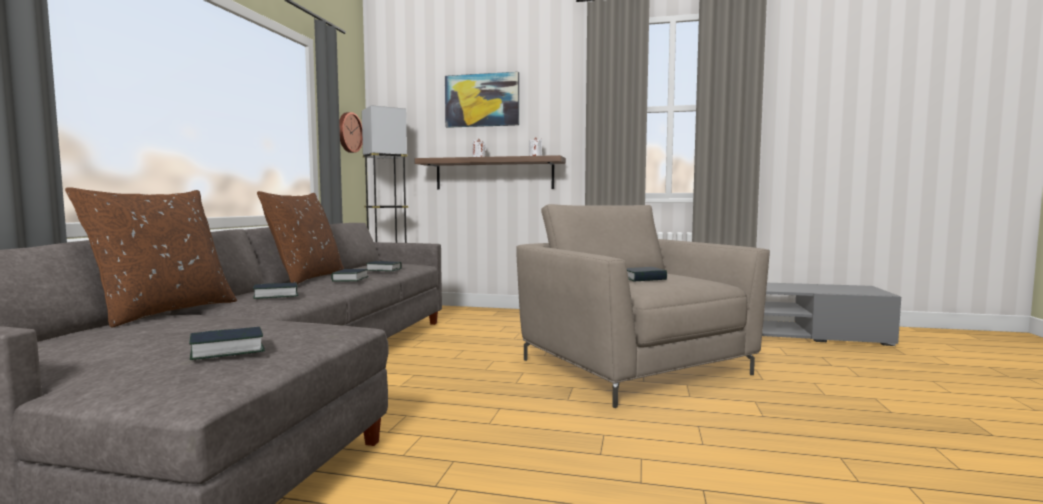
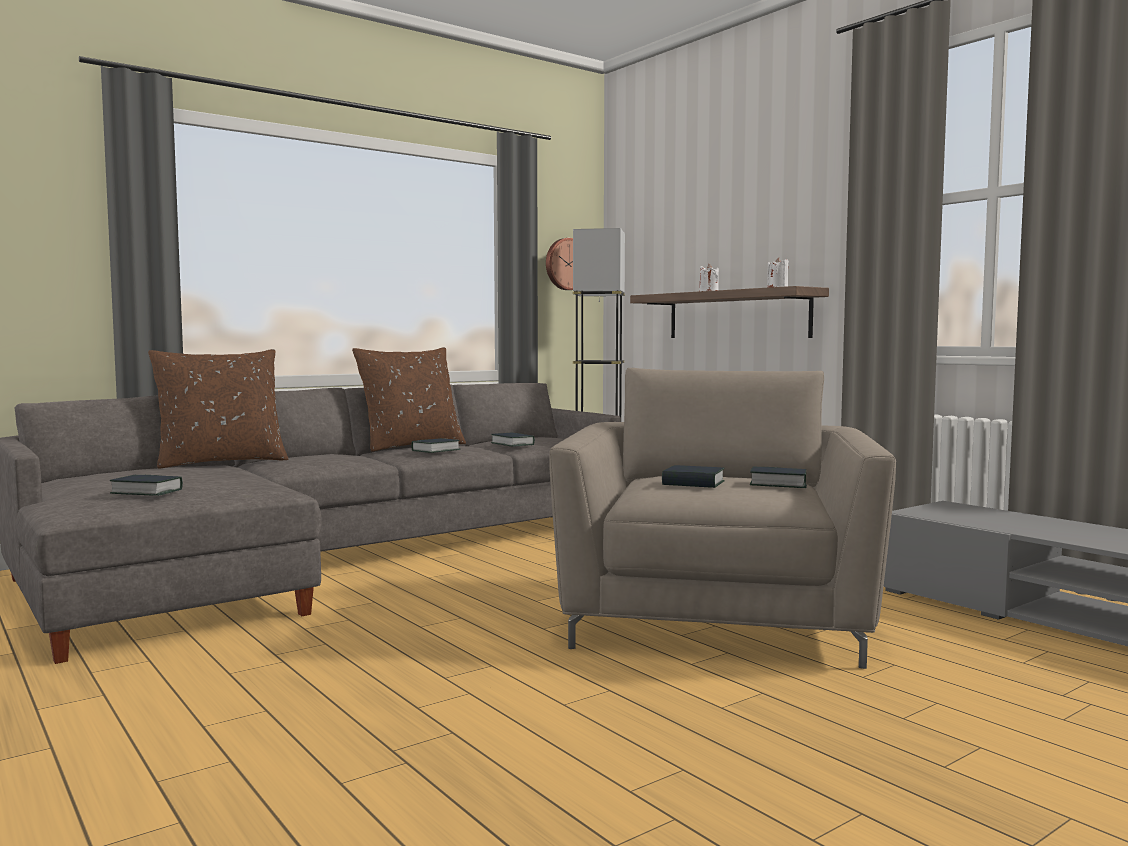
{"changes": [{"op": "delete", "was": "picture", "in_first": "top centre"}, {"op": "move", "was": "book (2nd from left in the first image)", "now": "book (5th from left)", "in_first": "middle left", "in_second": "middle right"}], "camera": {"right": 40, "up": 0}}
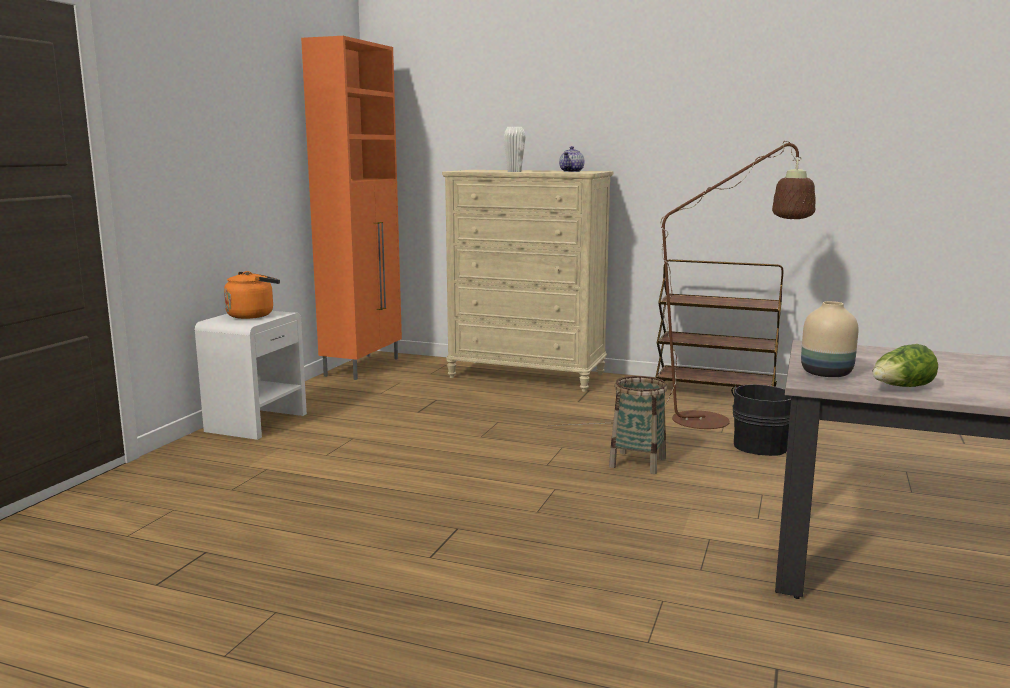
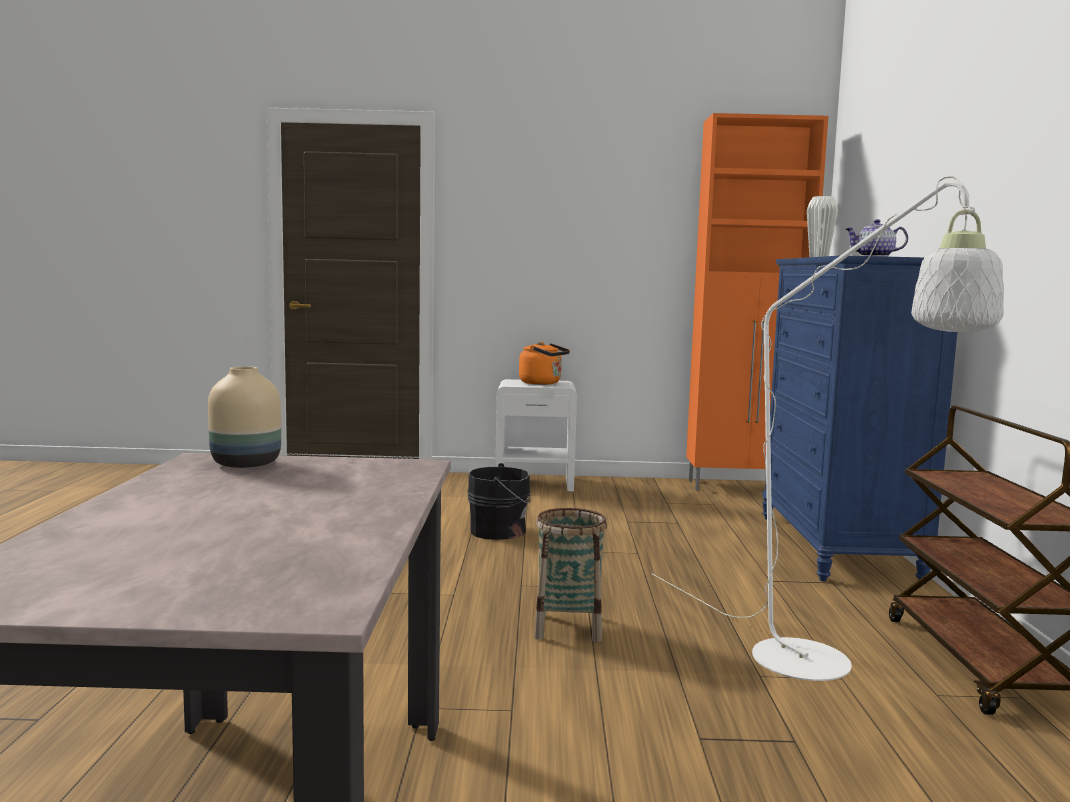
{"changes": [{"op": "delete", "was": "head of lettuce", "in_first": "middle right"}, {"op": "move", "was": "black bucket", "in_first": "middle right", "in_second": "centre"}, {"op": "recolor", "was": "beige-coloured dresser", "now": "blue-coloured dresser", "in_first": "centre", "in_second": "middle right"}, {"op": "recolor", "was": "brown-coloured standing lamp", "now": "white standing lamp", "in_first": "middle right", "in_second": "middle right"}], "camera": {"right": 70, "up": -5}}
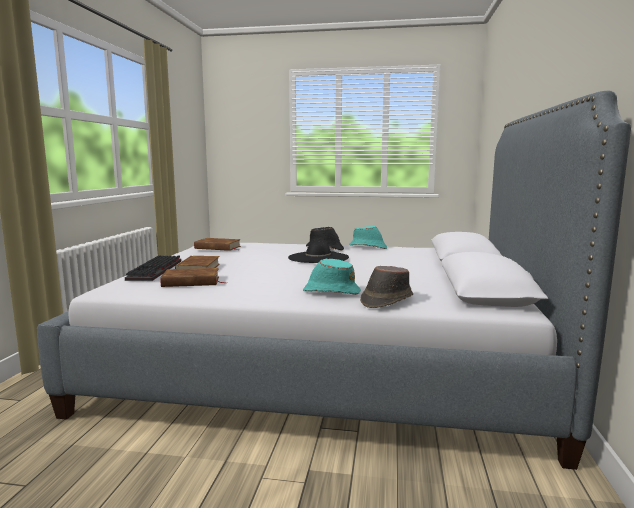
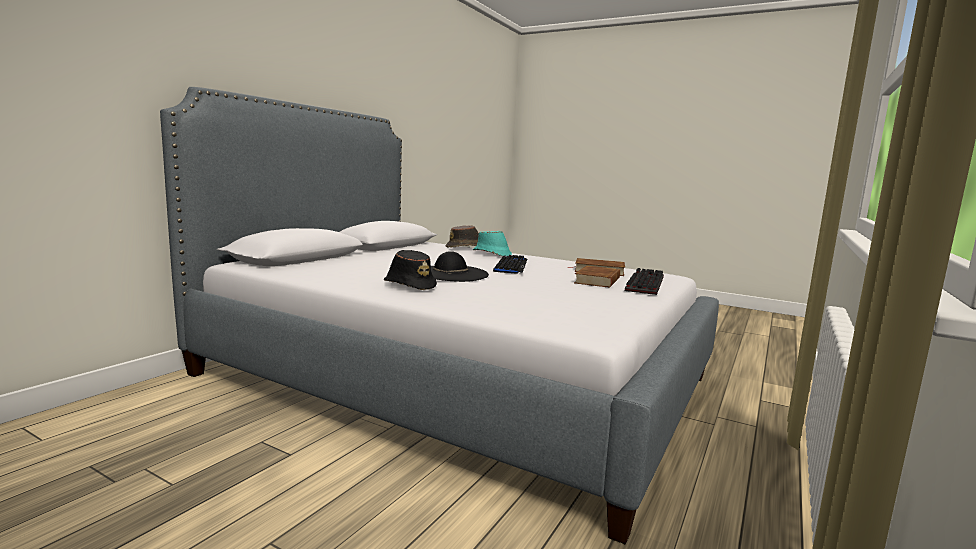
{"changes": [{"op": "delete", "was": "brown-coloured book (3rd from left)", "in_first": "centre"}, {"op": "delete", "was": "turquoise-coloured hat (2nd from left)", "in_first": "centre"}, {"op": "insert", "now": "computer keyboard (1st from left)", "in_second": "centre"}], "camera": {"right": -160, "up": 0}}
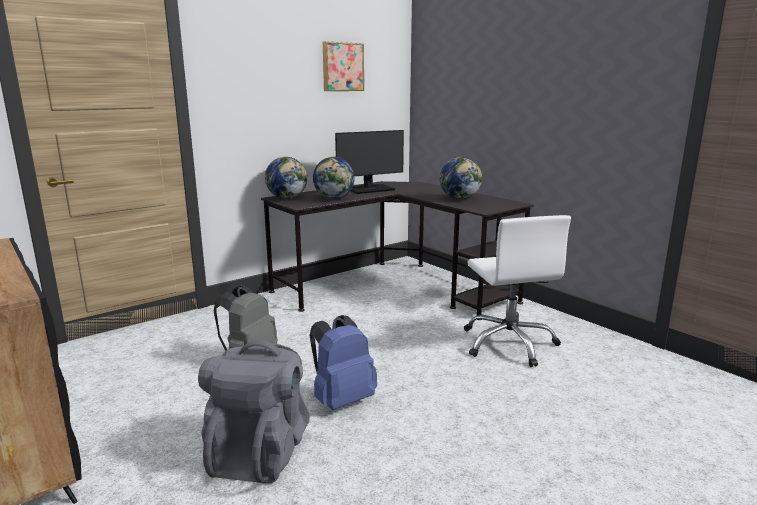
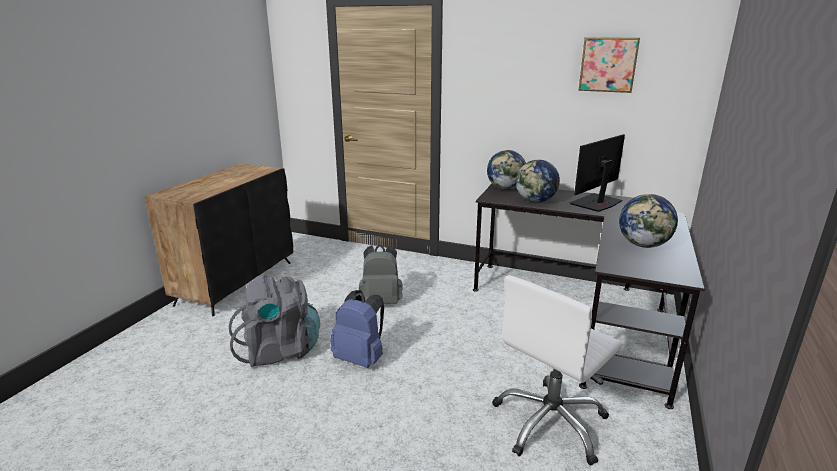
{"changes": [{"op": "rotate", "was": "computer screen", "in_first": "top centre", "in_second": "middle right", "clockwise": 105}], "camera": {"right": 60, "up": 5}}
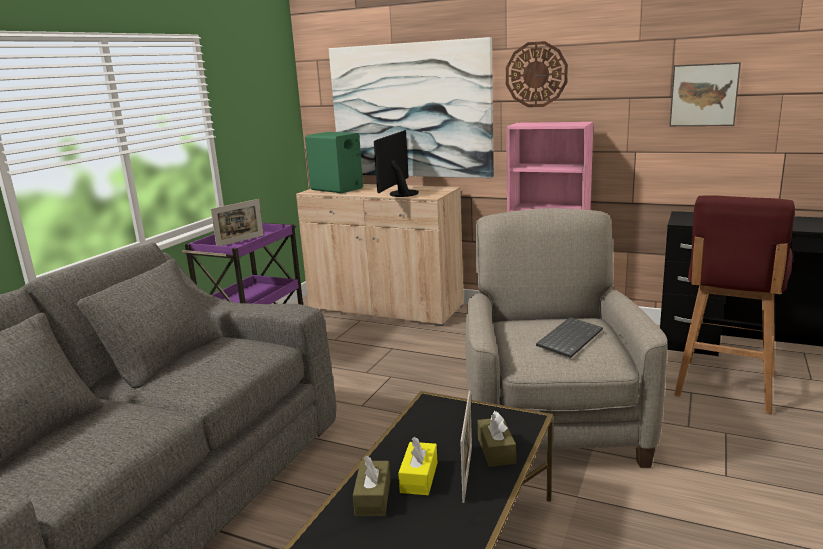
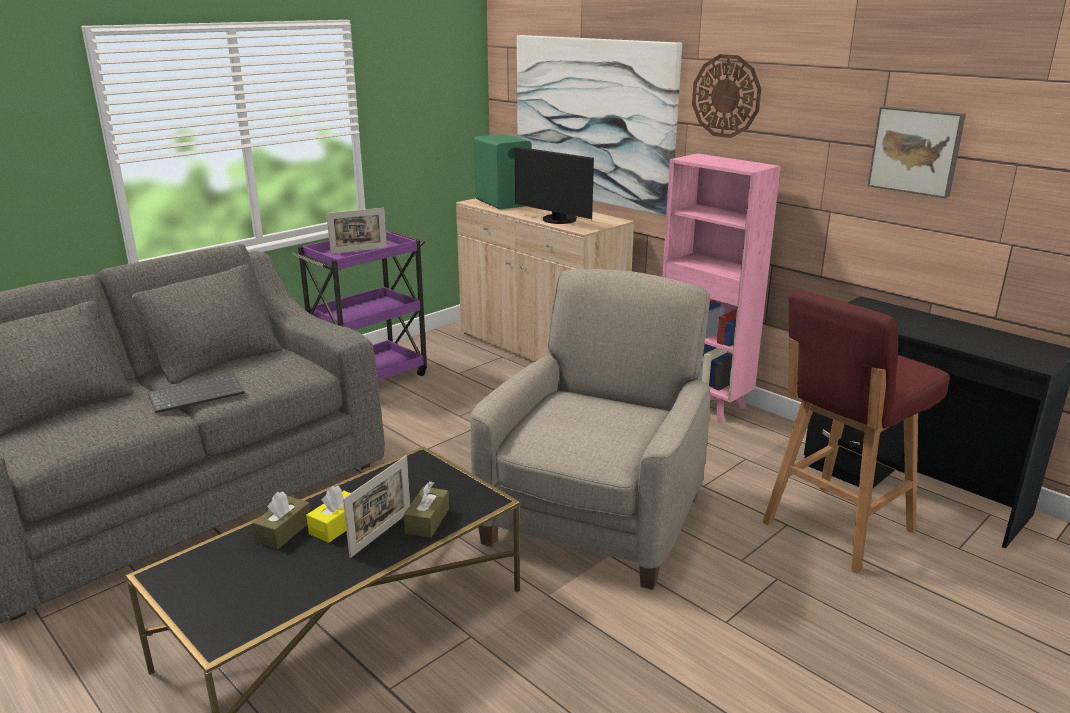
{"changes": [{"op": "move", "was": "computer keyboard", "in_first": "middle right", "in_second": "middle left"}, {"op": "rotate", "was": "computer screen", "in_first": "top centre", "in_second": "top centre", "clockwise": -90}], "camera": {"right": 20, "up": 5}}
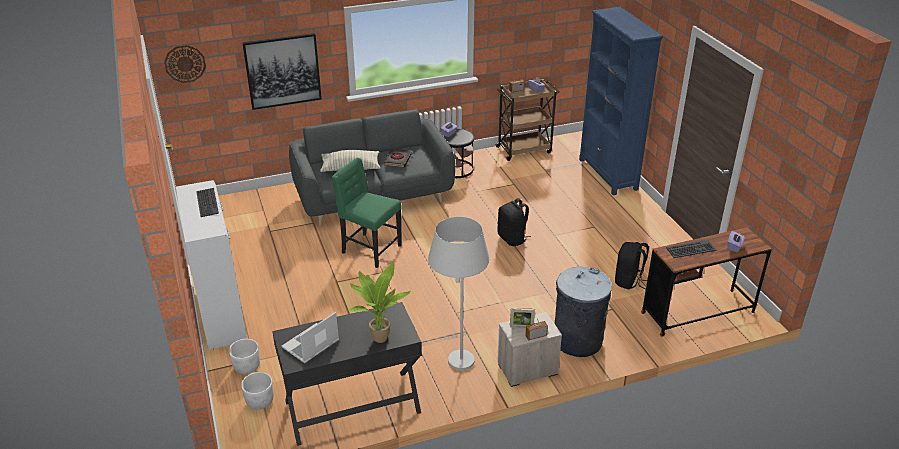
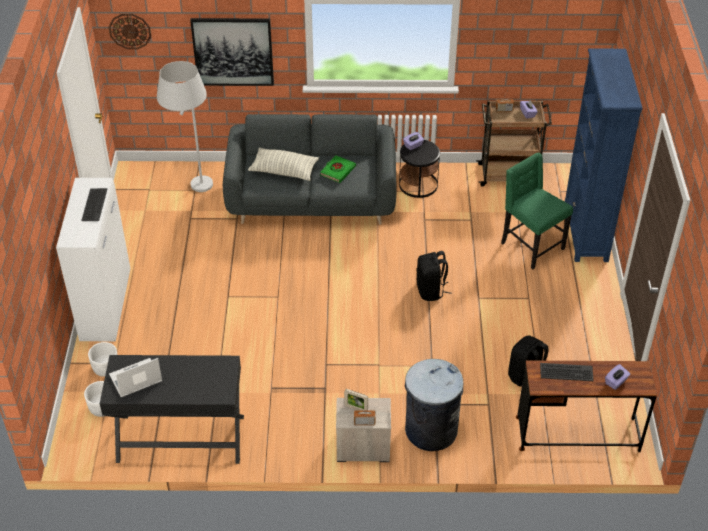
{"changes": [{"op": "delete", "was": "plant in a pot", "in_first": "bottom centre"}, {"op": "move", "was": "green chair", "in_first": "centre", "in_second": "middle right"}, {"op": "move", "was": "white standing lamp", "in_first": "centre", "in_second": "top left"}, {"op": "recolor", "was": "black book", "now": "green book", "in_first": "centre", "in_second": "top centre"}], "camera": {"right": 20, "up": 10}}
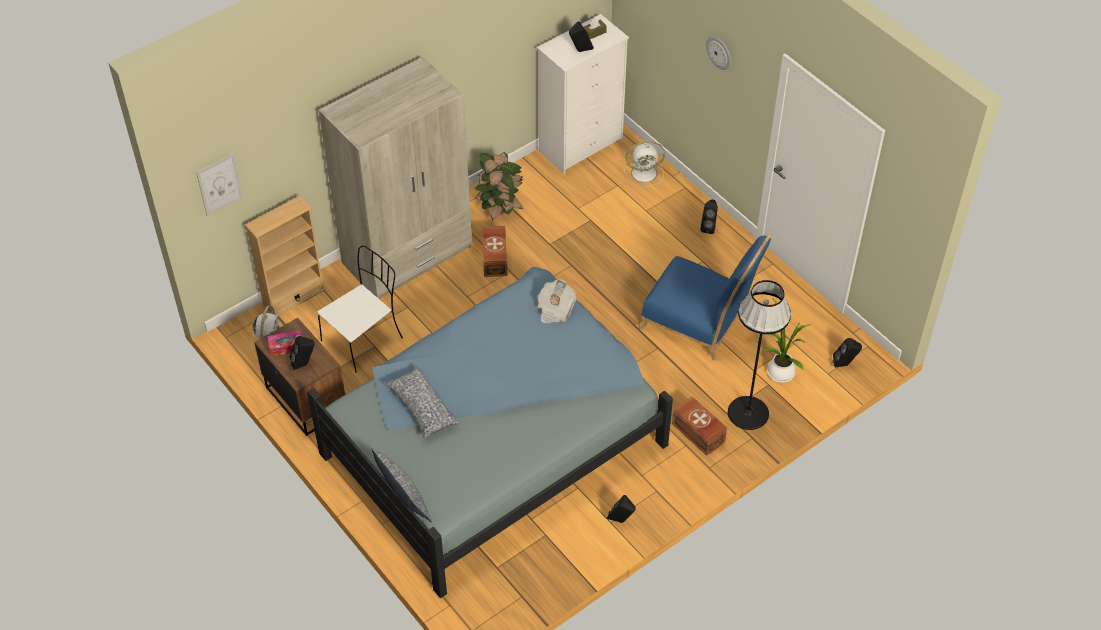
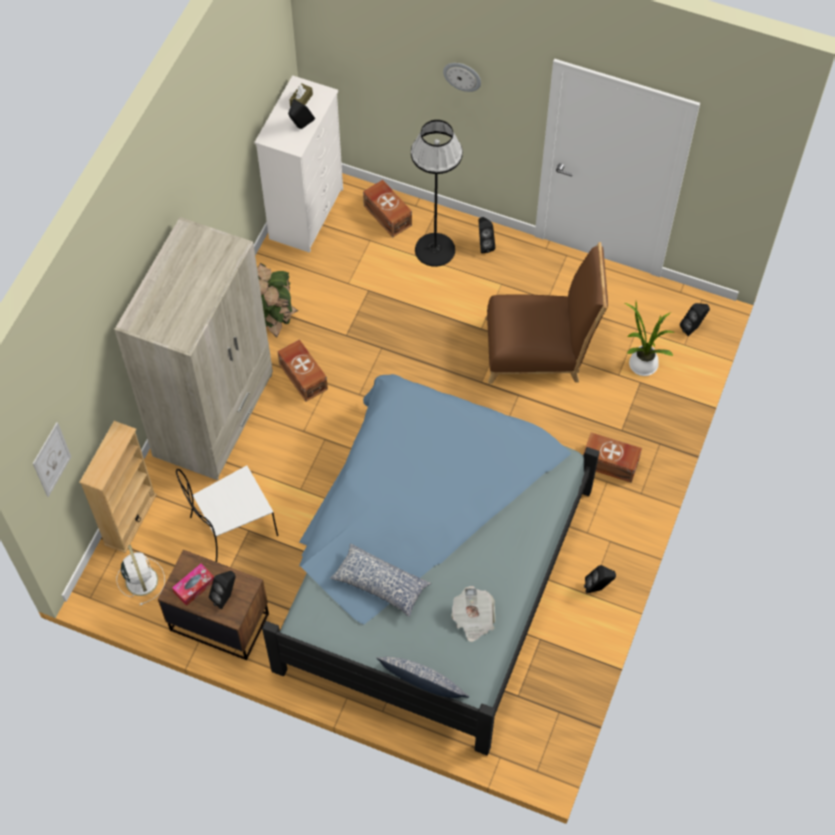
{"changes": [{"op": "move", "was": "printed paper", "in_first": "centre", "in_second": "bottom centre"}, {"op": "move", "was": "black standing lamp", "in_first": "middle right", "in_second": "top centre"}, {"op": "replace", "was": "white electric fan (2nd from left)", "now": "brown-coloured storage bin (2nd from left)", "in_first": "top centre", "in_second": "top centre"}, {"op": "recolor", "was": "blue-coloured chair", "now": "brown-coloured chair", "in_first": "centre", "in_second": "centre"}, {"op": "rotate", "was": "white chair", "in_first": "middle left", "in_second": "middle left", "clockwise": -135}], "camera": {"right": -30, "up": 10}}
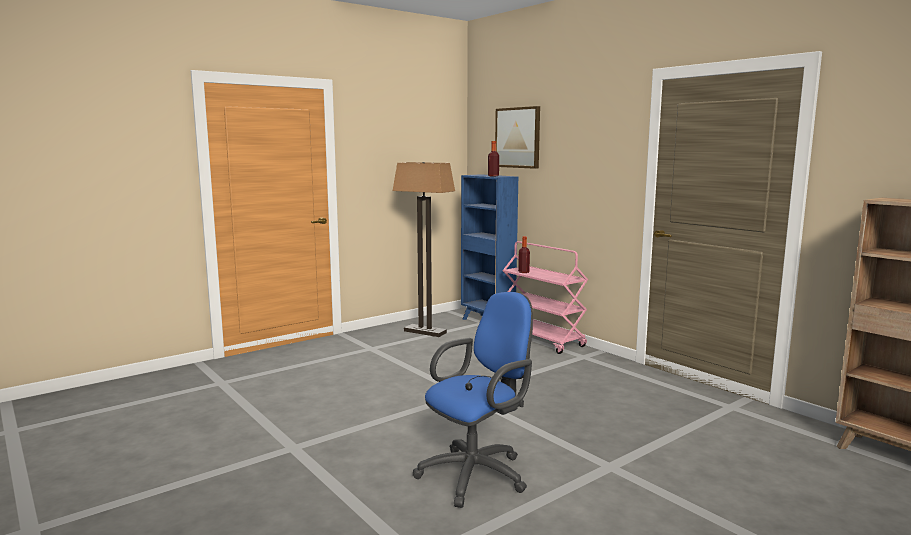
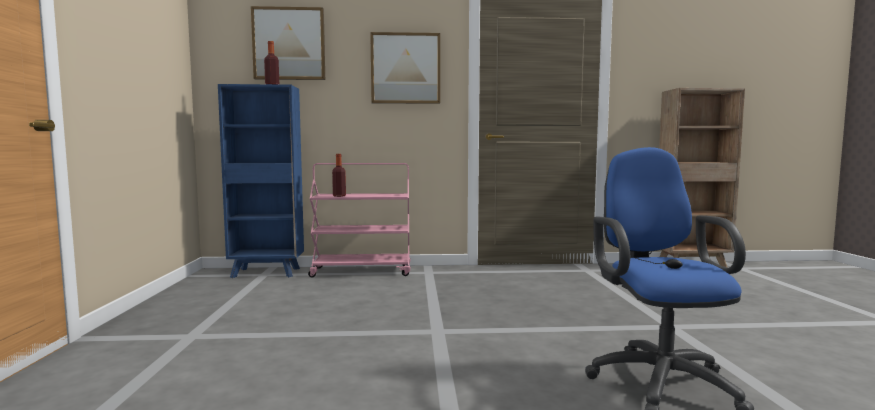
{"changes": [{"op": "delete", "was": "standing lamp", "in_first": "centre"}, {"op": "insert", "now": "picture (2nd from left)", "in_second": "top centre"}], "camera": {"right": -55, "up": -5}}
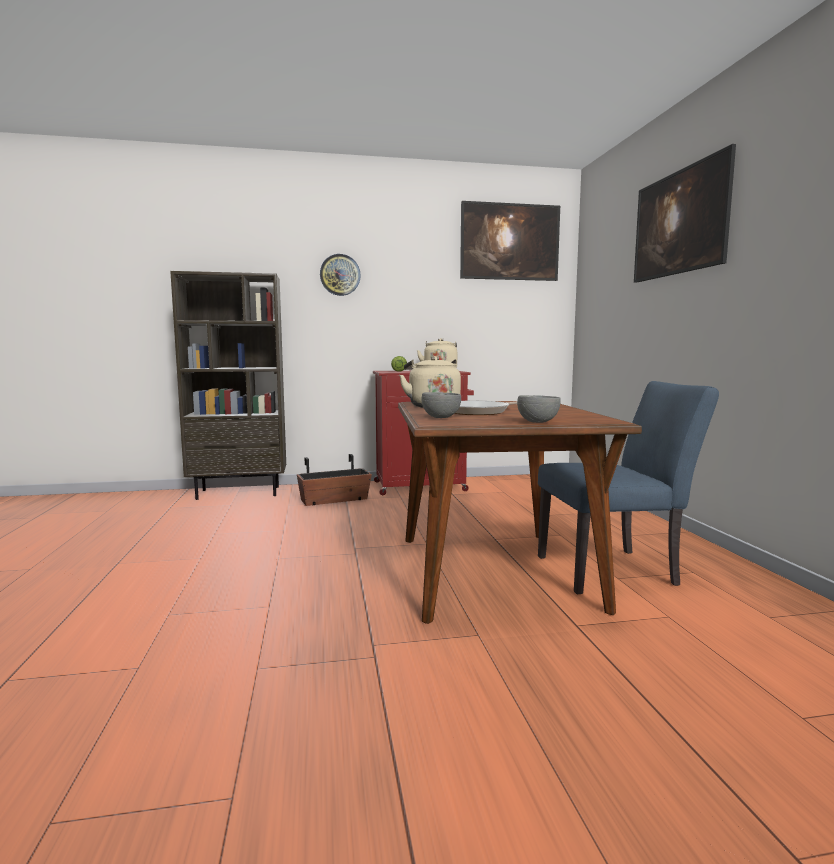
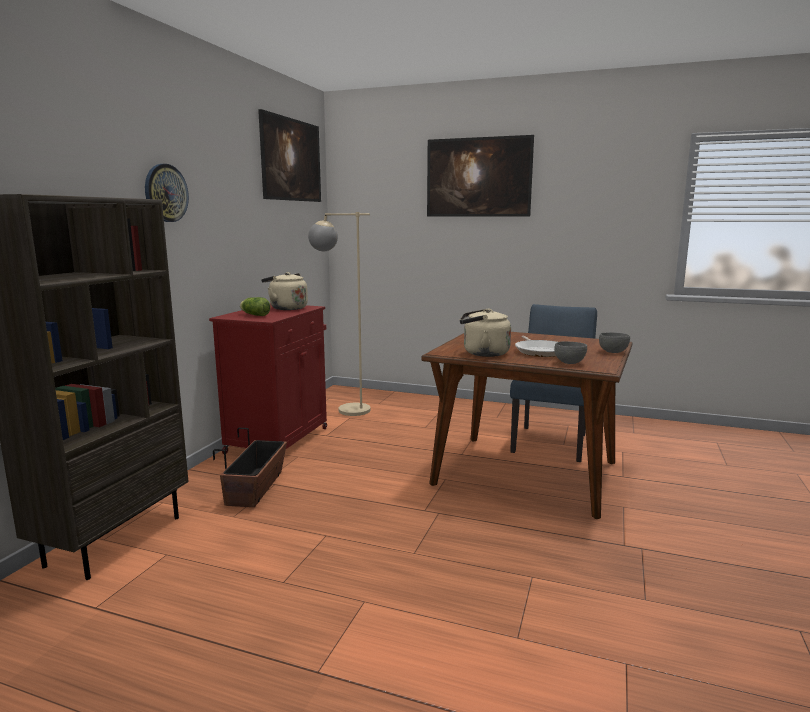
{"changes": [{"op": "insert", "now": "beige-coloured standing lamp", "in_second": "centre"}], "camera": {"right": -60, "up": 5}}
